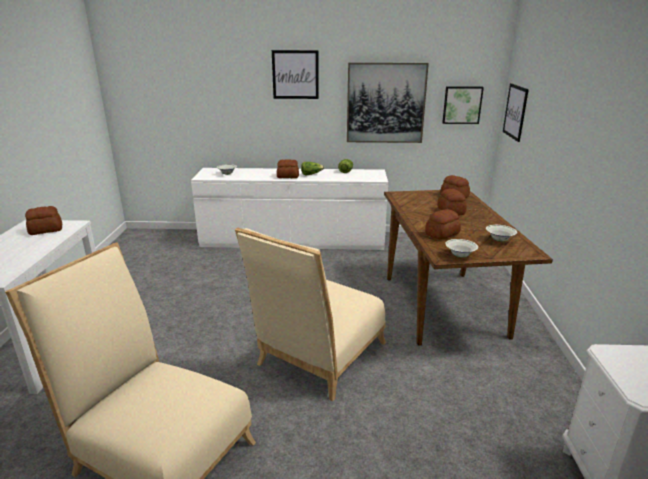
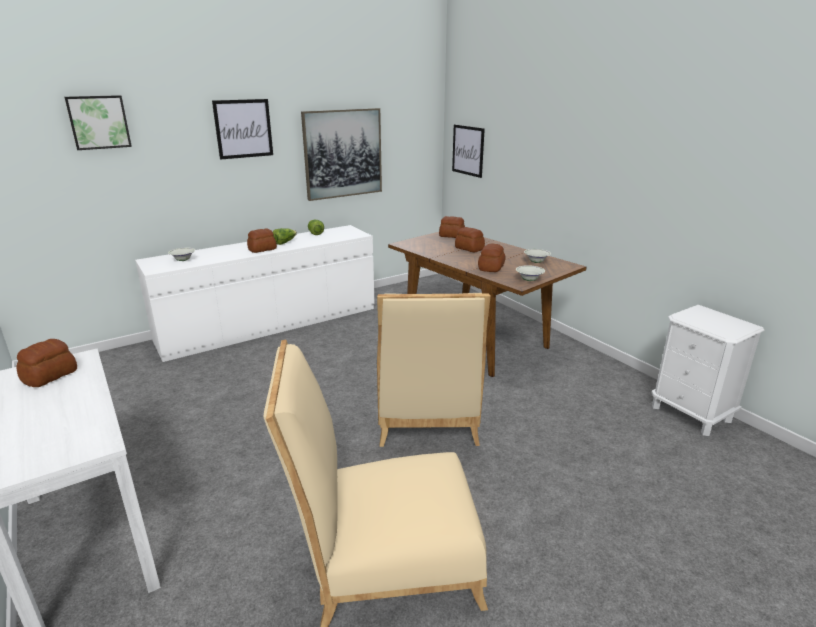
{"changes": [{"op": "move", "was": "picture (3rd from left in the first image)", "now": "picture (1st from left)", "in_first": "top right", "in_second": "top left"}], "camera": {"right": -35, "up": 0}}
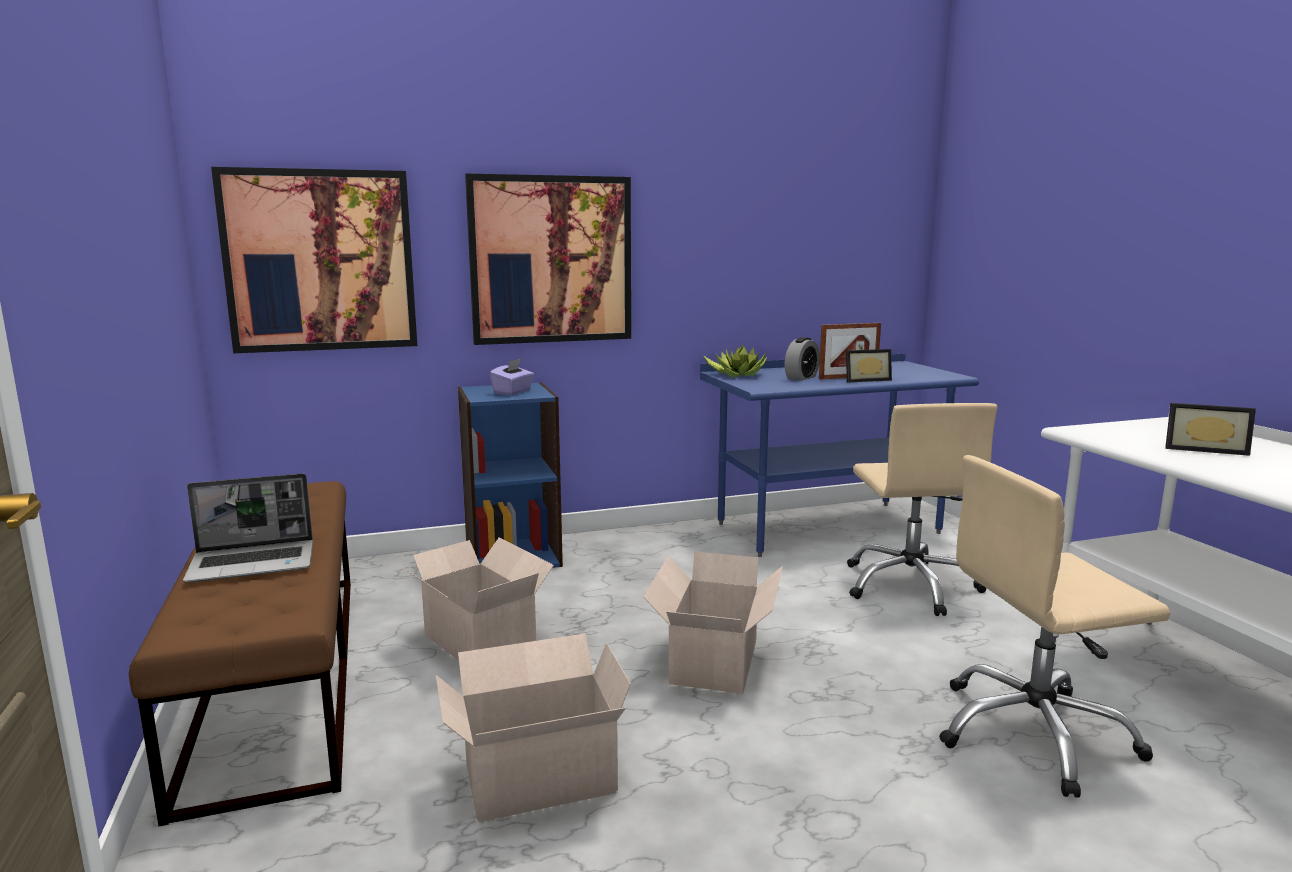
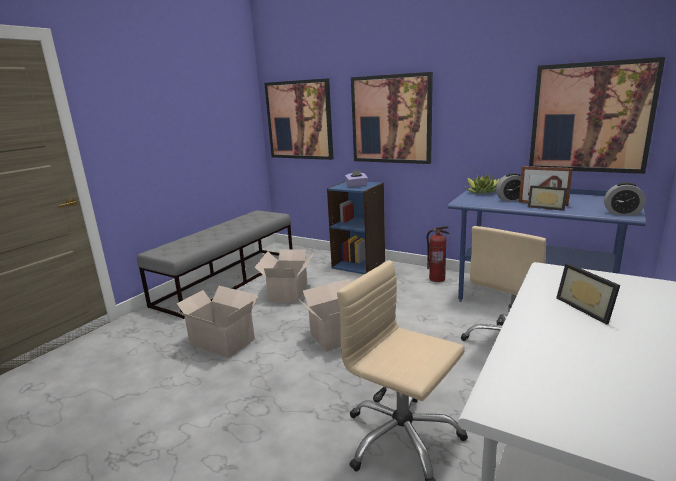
{"changes": [{"op": "delete", "was": "notebook computer", "in_first": "middle left"}, {"op": "insert", "now": "extinguisher", "in_second": "centre"}, {"op": "insert", "now": "picture (3rd from left)", "in_second": "top right"}, {"op": "insert", "now": "bedside clock (2nd from left)", "in_second": "middle right"}, {"op": "recolor", "was": "brown-coloured bench", "now": "greyish bench", "in_first": "bottom left", "in_second": "middle left"}], "camera": {"right": 50, "up": 5}}
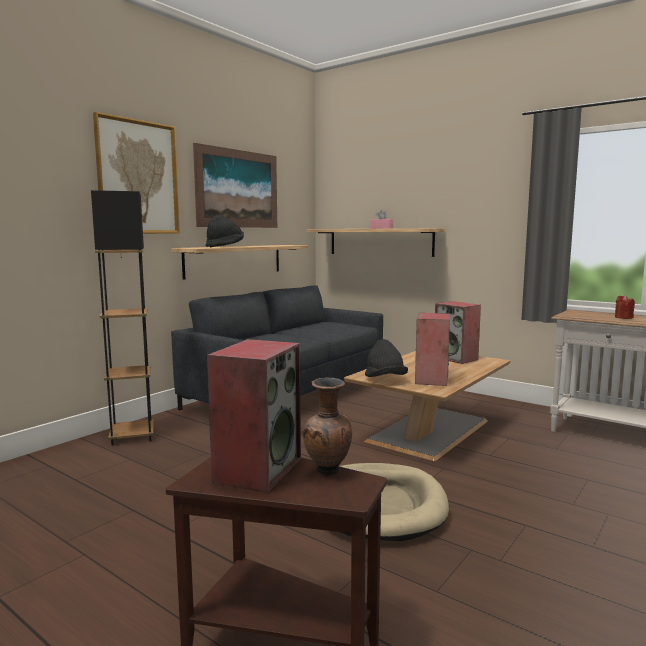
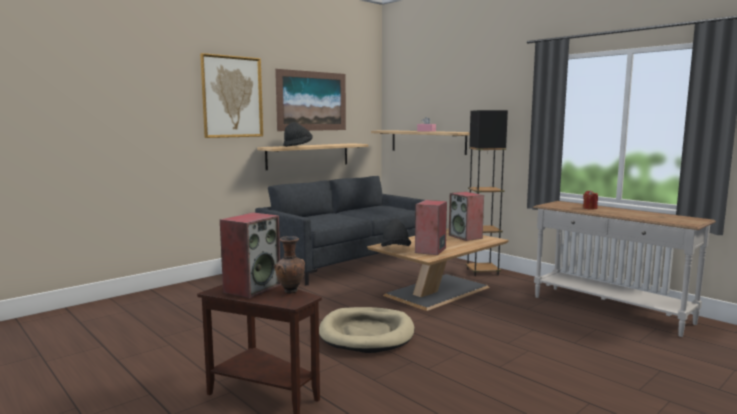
{"changes": [{"op": "move", "was": "black standing lamp", "in_first": "middle left", "in_second": "centre"}], "camera": {"right": 10, "up": 0}}
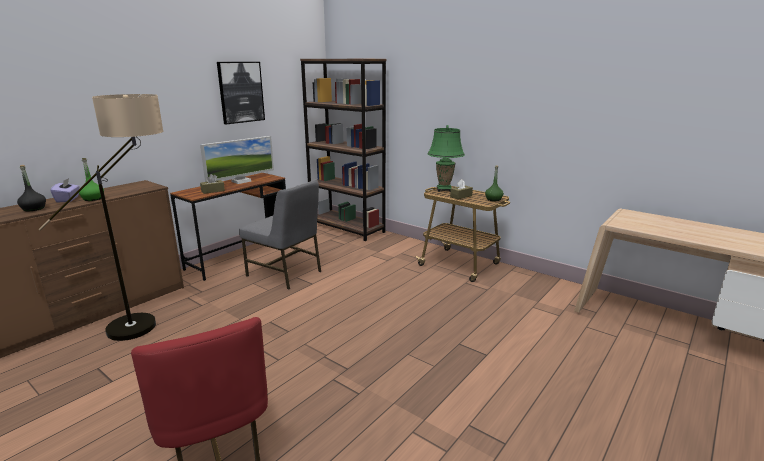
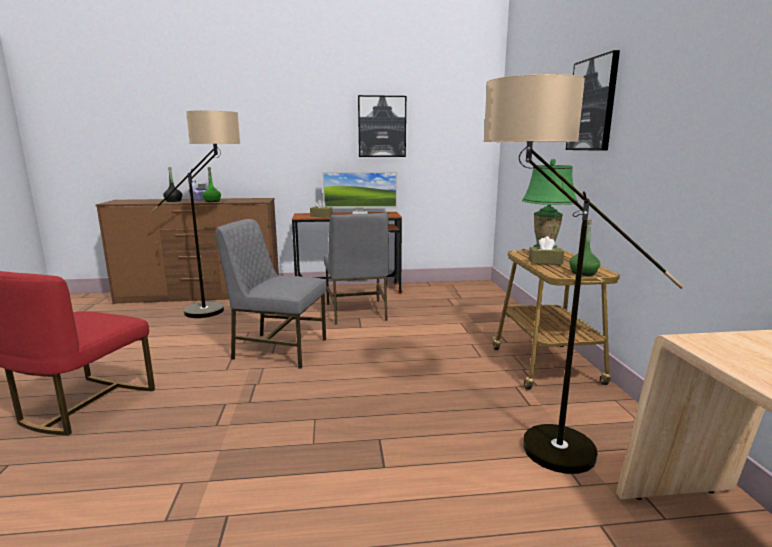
{"changes": [{"op": "delete", "was": "brown-coloured shelving unit", "in_first": "top centre"}, {"op": "insert", "now": "greyish chair (1st from left)", "in_second": "centre"}, {"op": "insert", "now": "standing lamp (2nd from left)", "in_second": "middle right"}, {"op": "insert", "now": "picture (2nd from left)", "in_second": "top right"}], "camera": {"right": 45, "up": -5}}
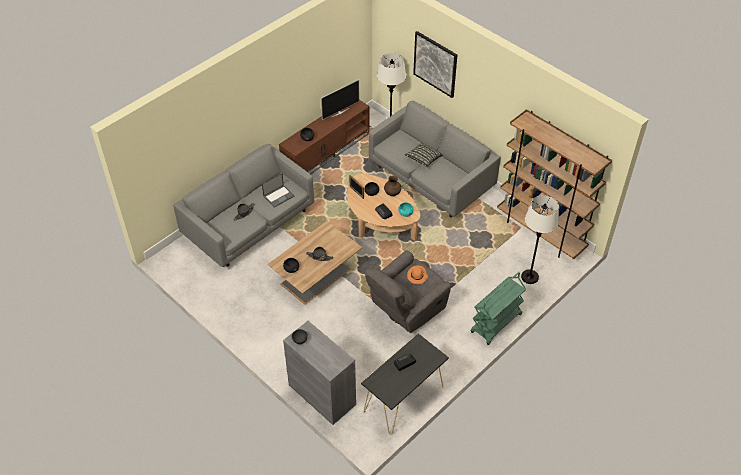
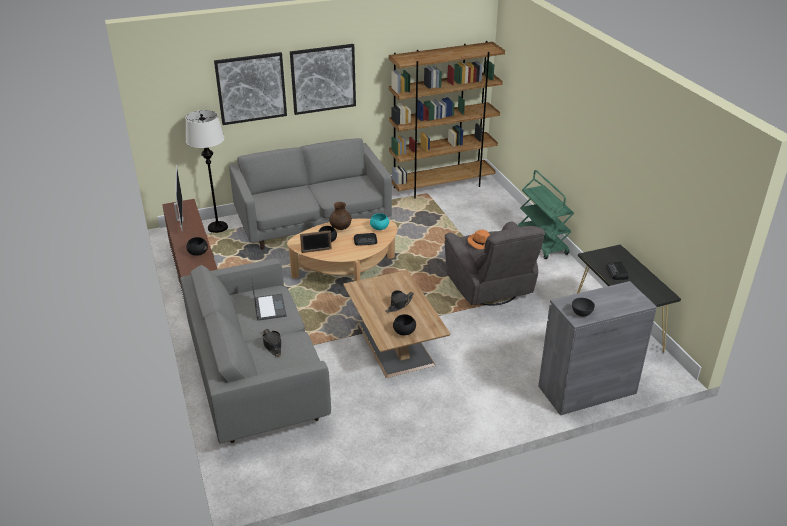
{"changes": [{"op": "delete", "was": "pillow", "in_first": "top centre"}, {"op": "delete", "was": "white standing lamp (2nd from left)", "in_first": "middle right"}, {"op": "insert", "now": "picture (2nd from left)", "in_second": "top centre"}], "camera": {"right": -65, "up": -15}}
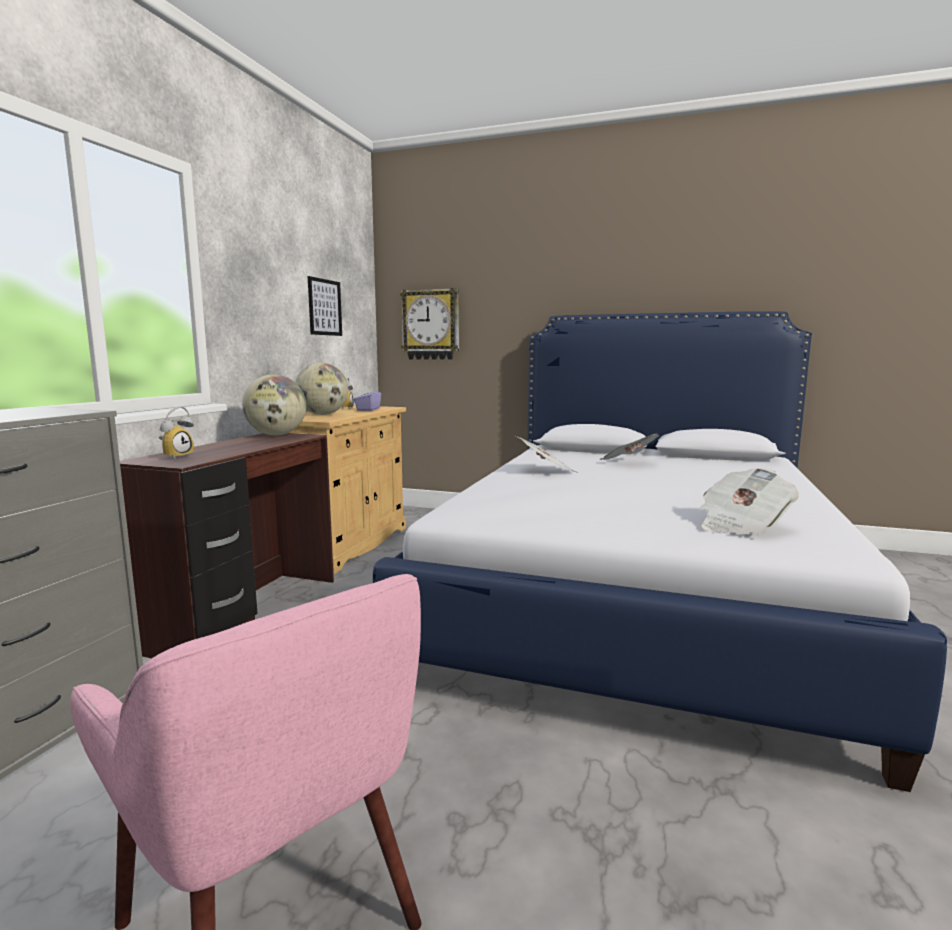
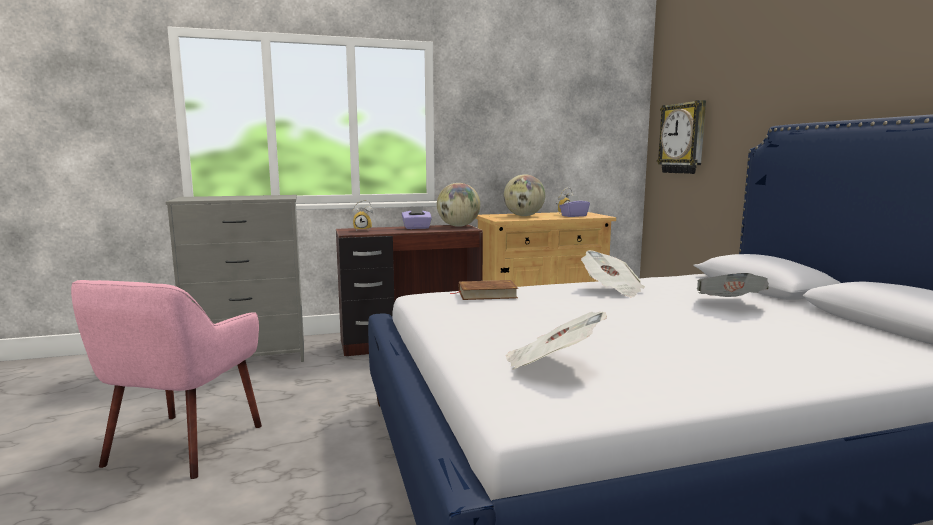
{"changes": [{"op": "delete", "was": "picture", "in_first": "top centre"}, {"op": "insert", "now": "purplish tissue holder (1st from left)", "in_second": "centre"}, {"op": "insert", "now": "brown-coloured book", "in_second": "centre"}], "camera": {"right": 55, "up": 0}}
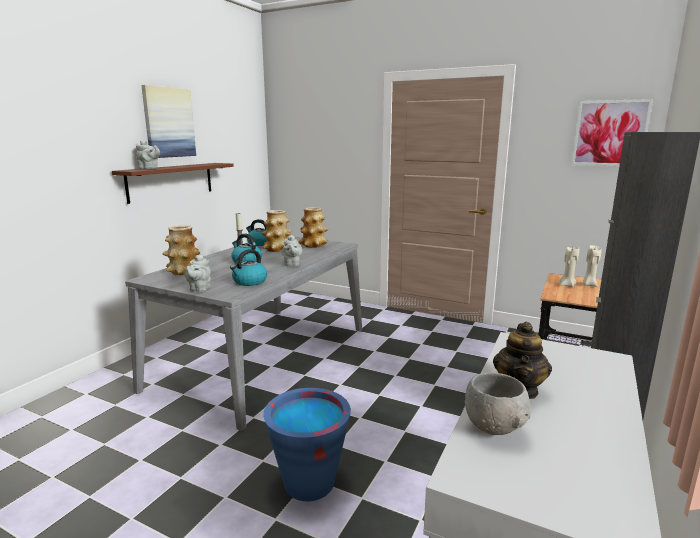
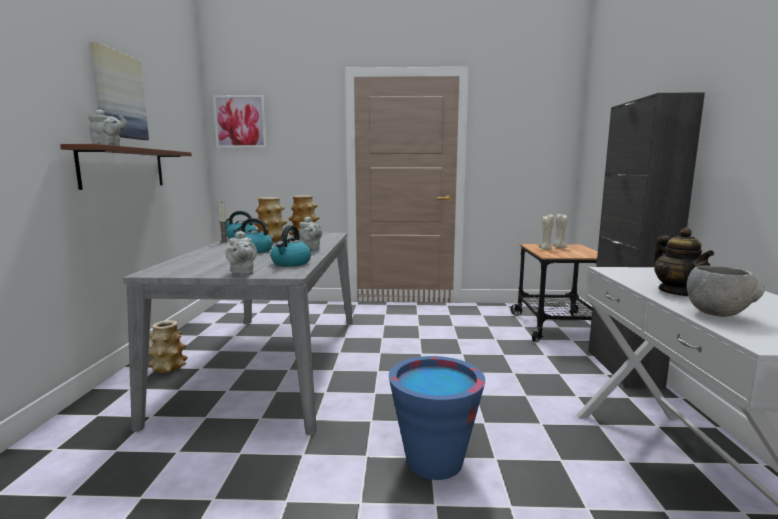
{"changes": [{"op": "move", "was": "flower vase (1st from left)", "in_first": "middle left", "in_second": "bottom left"}, {"op": "move", "was": "picture (2nd from left)", "in_first": "top right", "in_second": "top left"}], "camera": {"right": -25, "up": -5}}
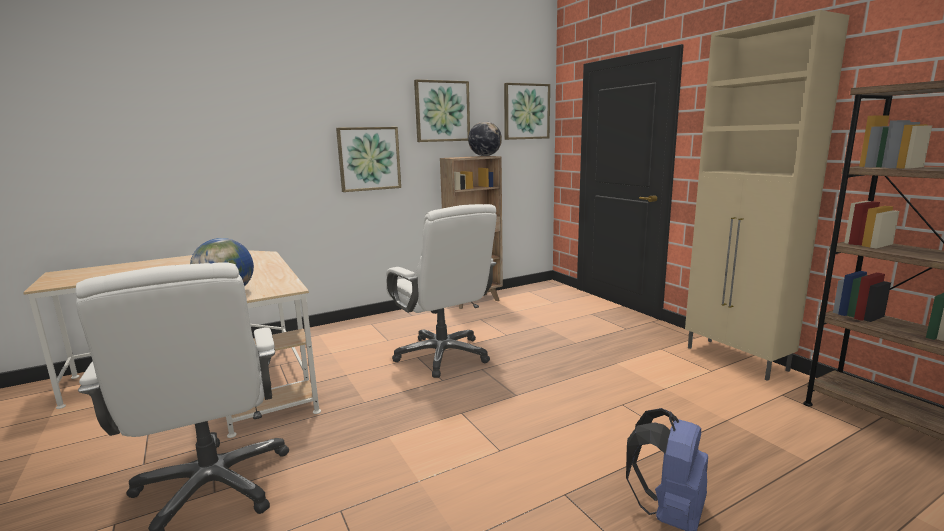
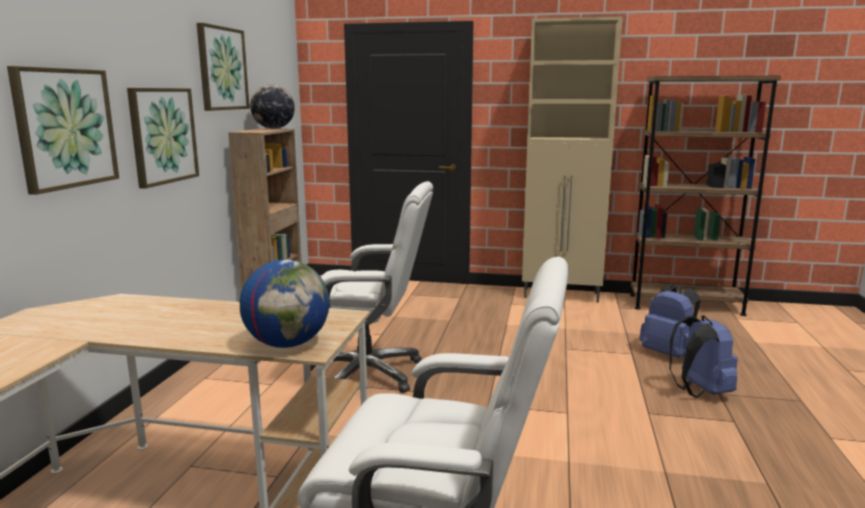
{"changes": [{"op": "insert", "now": "blue-coloured rucksack (1st from left)", "in_second": "middle right"}, {"op": "move", "was": "picture (3rd from left in the first image)", "now": "picture (1st from left)", "in_first": "top centre", "in_second": "top left"}], "camera": {"right": -50, "up": 0}}
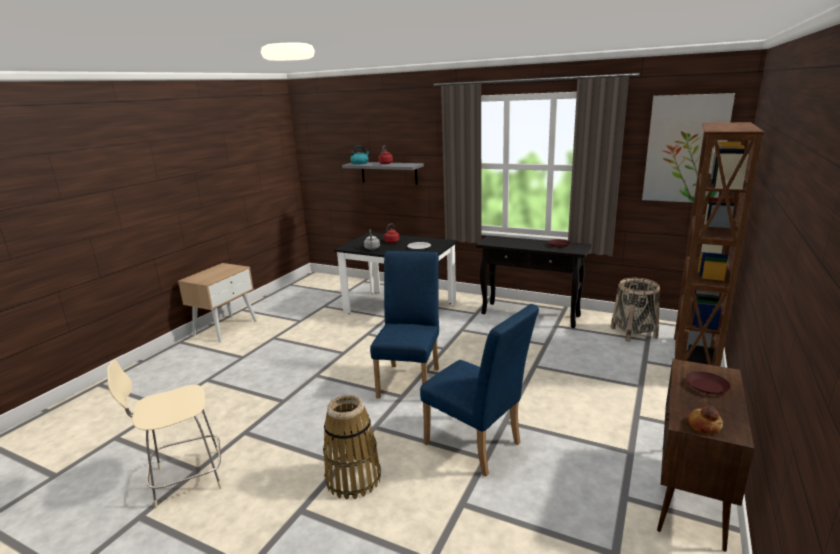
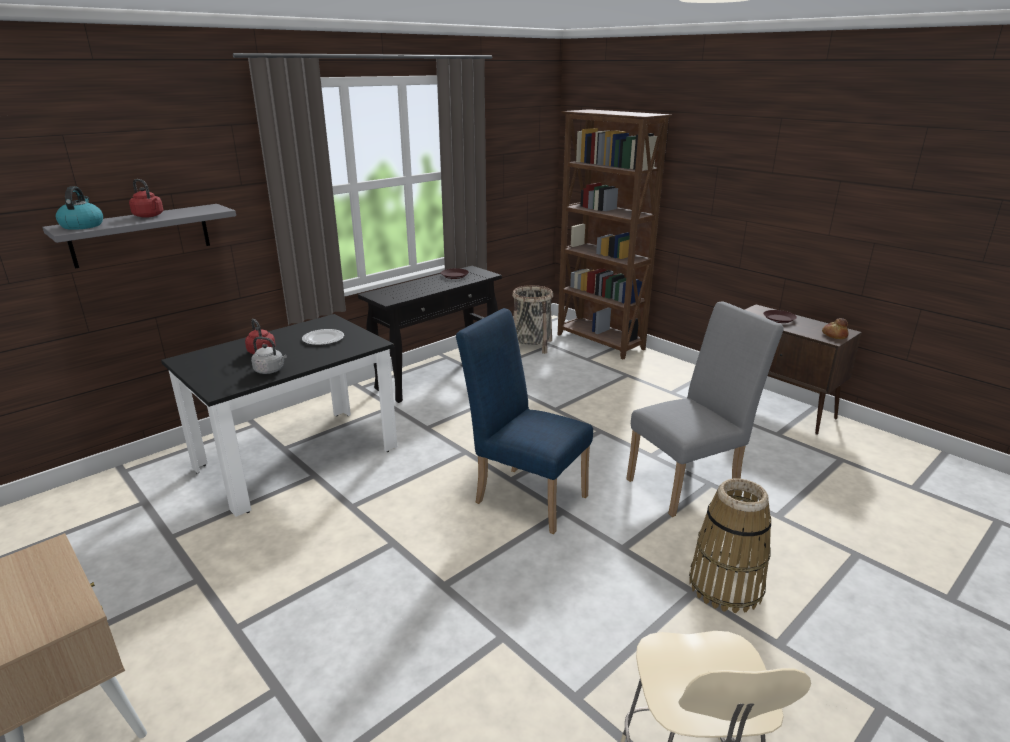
{"changes": [{"op": "delete", "was": "picture", "in_first": "top right"}, {"op": "recolor", "was": "blue-coloured chair (2nd from left)", "now": "greyish chair", "in_first": "bottom centre", "in_second": "middle right"}], "camera": {"right": -70, "up": 5}}
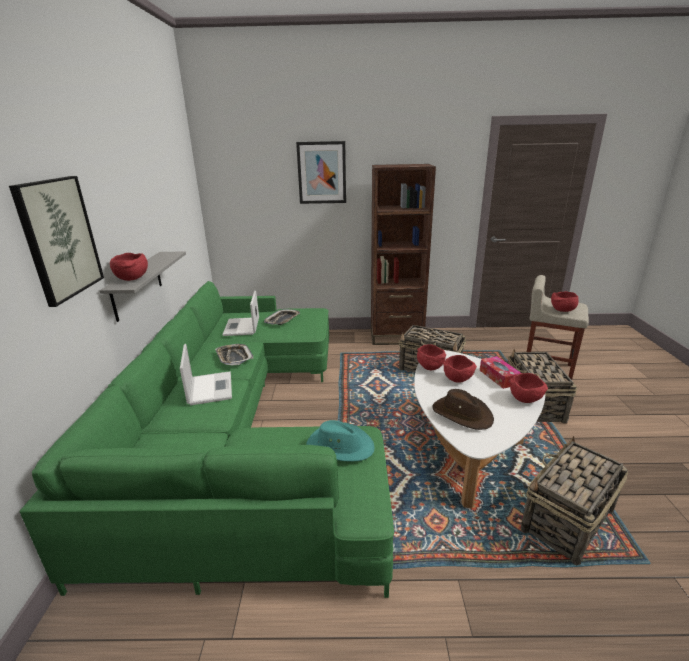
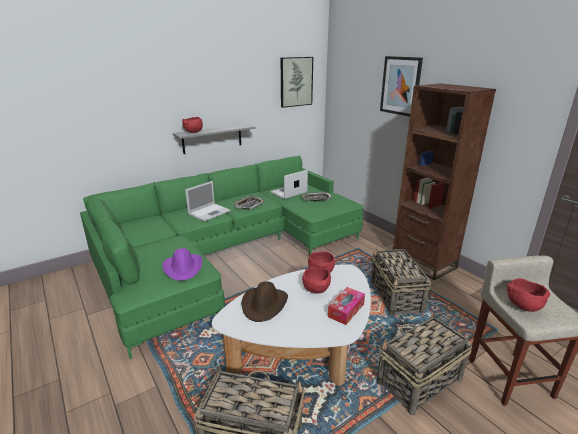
{"changes": [{"op": "delete", "was": "red deep dish (4th from left)", "in_first": "middle right"}, {"op": "move", "was": "picture (1st from left)", "in_first": "middle left", "in_second": "top centre"}, {"op": "recolor", "was": "turquoise-coloured hat", "now": "purplish hat", "in_first": "bottom centre", "in_second": "middle left"}], "camera": {"right": 55, "up": 0}}
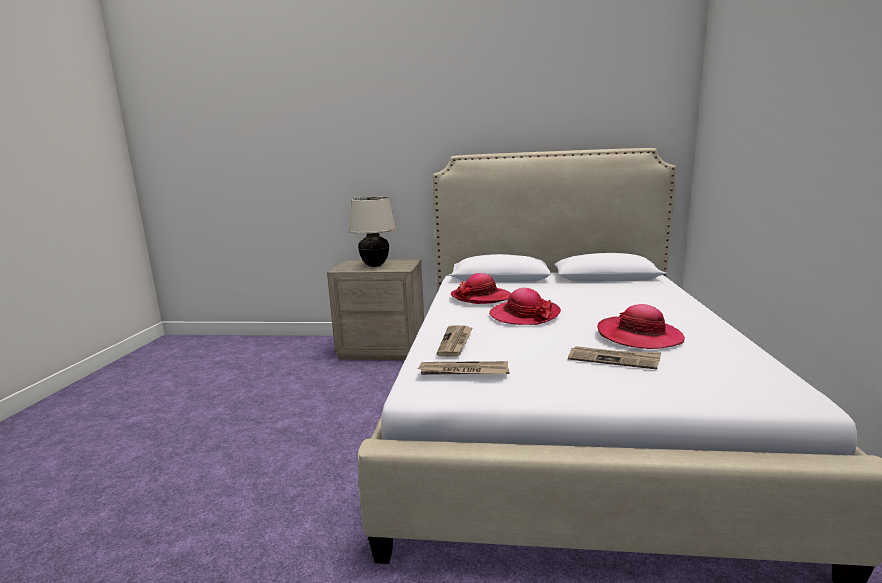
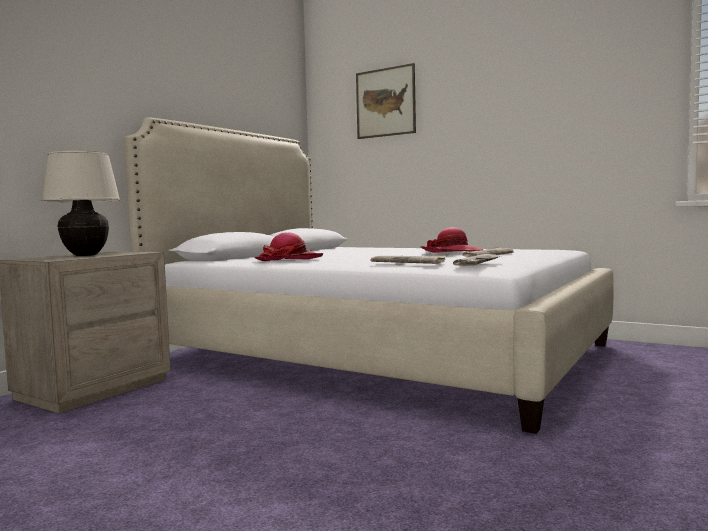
{"changes": [{"op": "delete", "was": "hat (2nd from left)", "in_first": "centre"}, {"op": "insert", "now": "picture", "in_second": "top centre"}], "camera": {"right": -65, "up": -10}}
